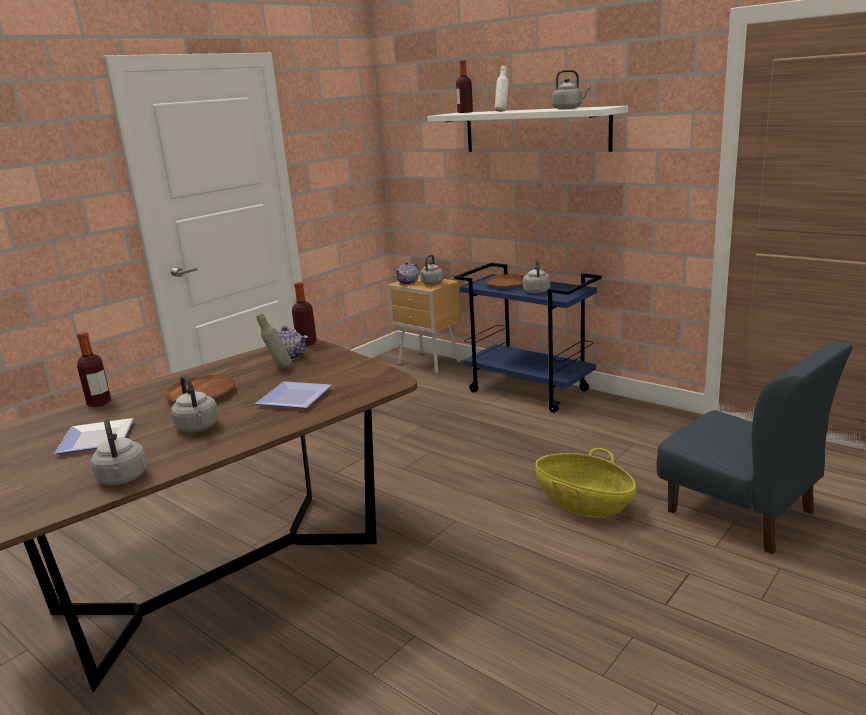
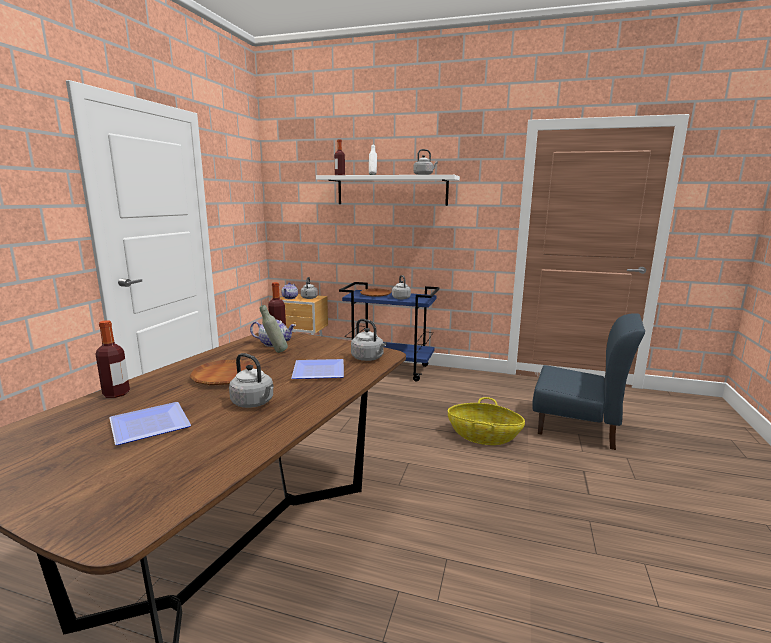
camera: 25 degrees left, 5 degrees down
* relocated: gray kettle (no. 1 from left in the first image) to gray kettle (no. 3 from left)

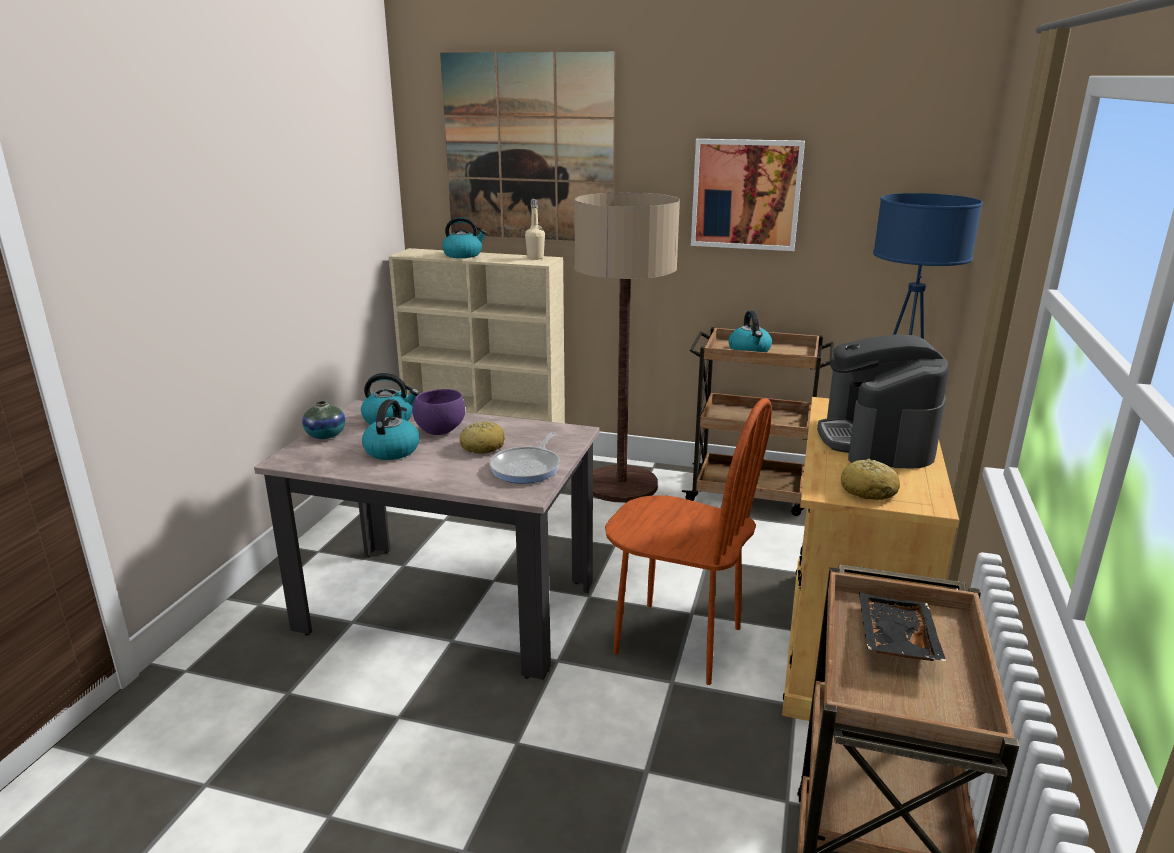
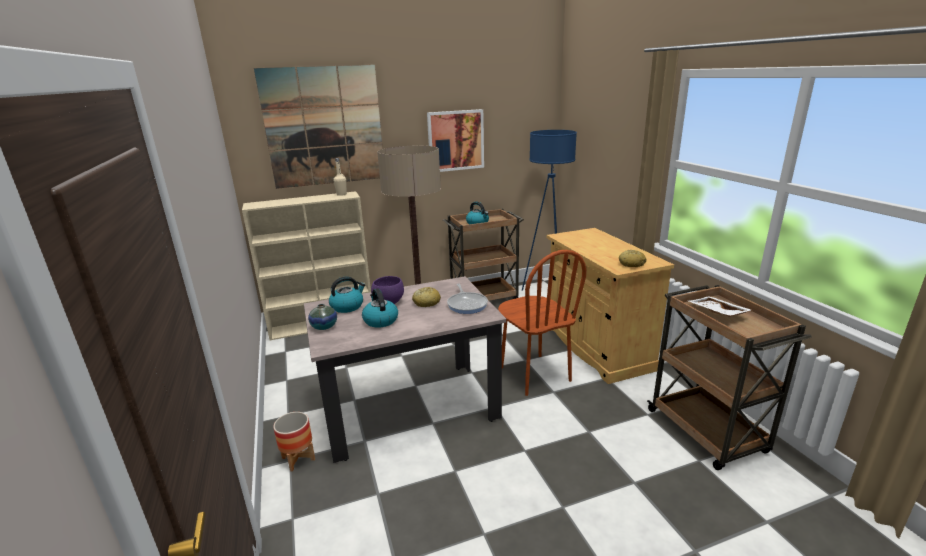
camera: 35 degrees left, 0 degrees up
* missing: kettle (no. 3 from left)
* missing: coffee machine
* appeared: flower pot
* colour: blackish tray to whitish tray
* spun: brown-coloured plain chair 75 degrees clockwise

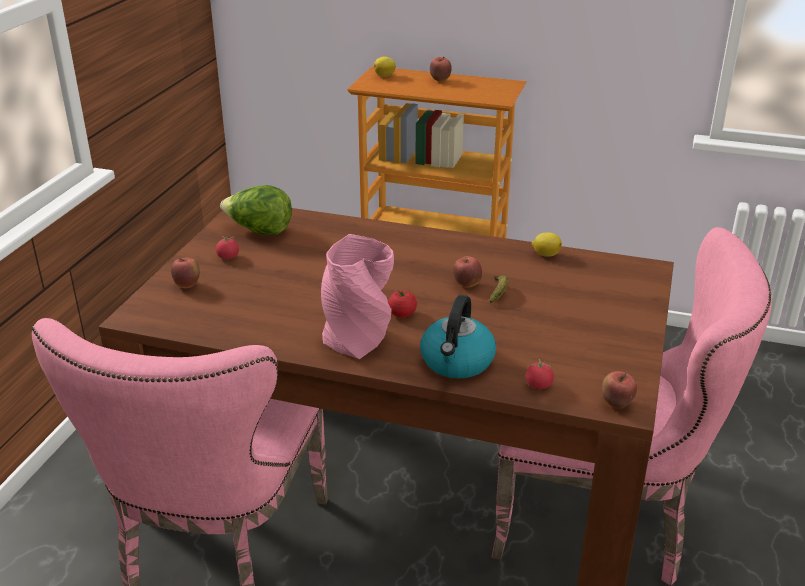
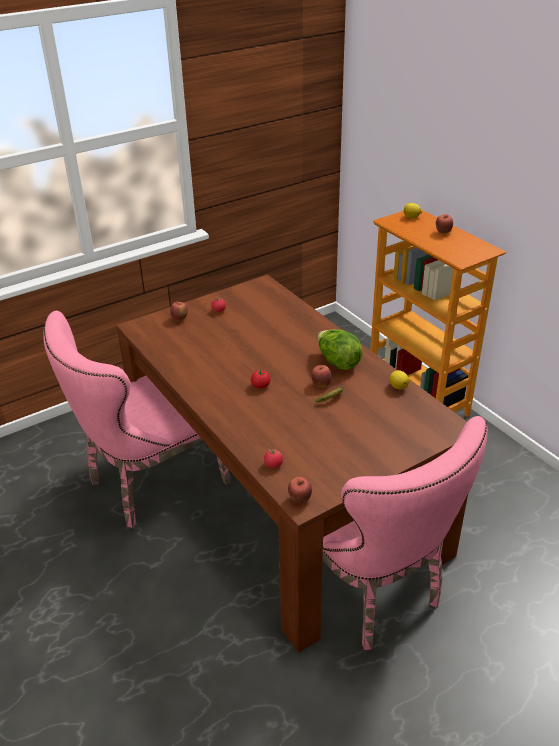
camera: 40 degrees right, 5 degrees up
* missing: pink vase
* missing: kettle
* relocated: lettuce

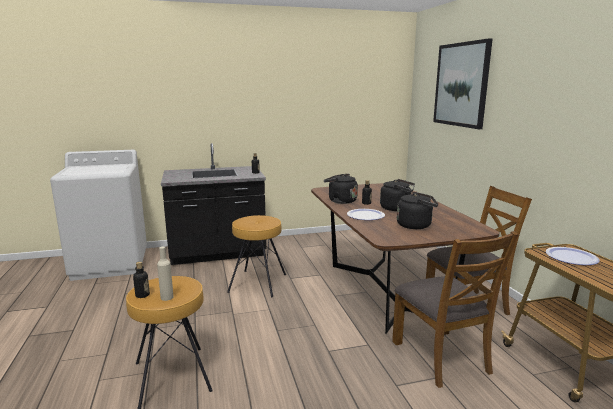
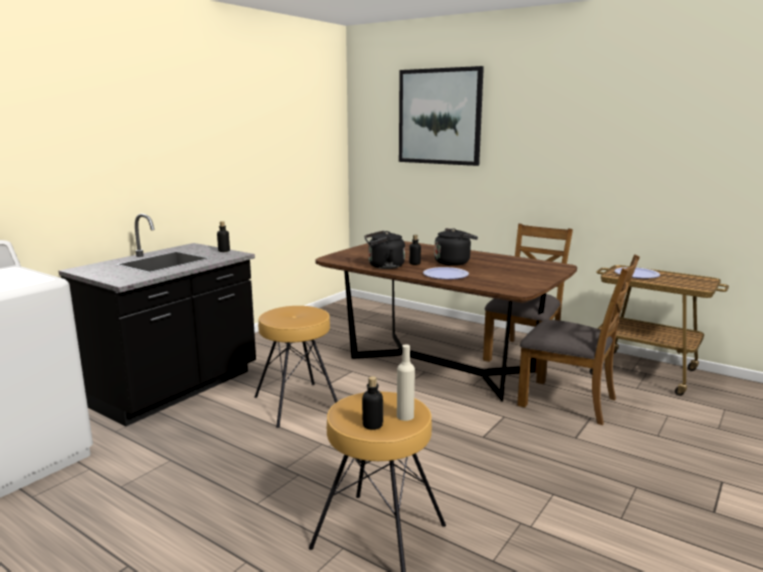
camera: 40 degrees left, 0 degrees up
* missing: blackish kettle (no. 3 from left)

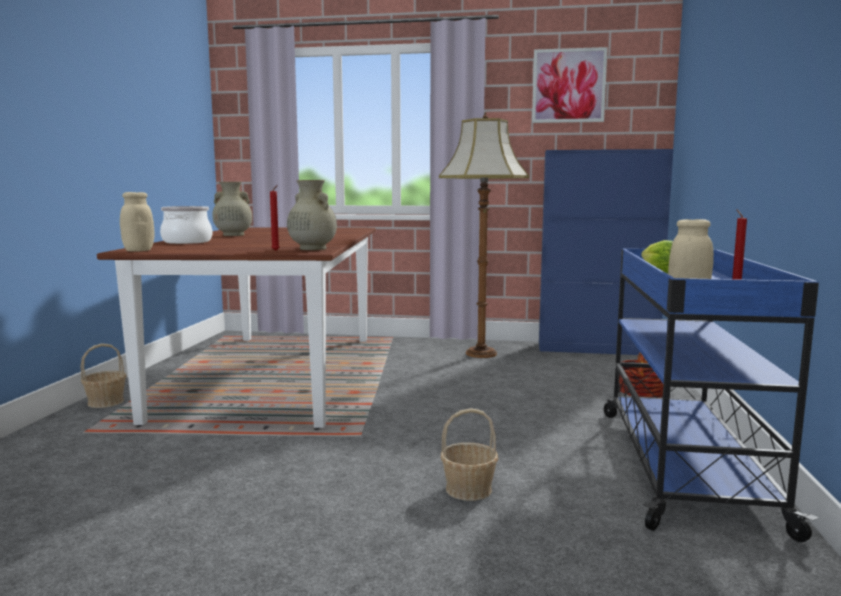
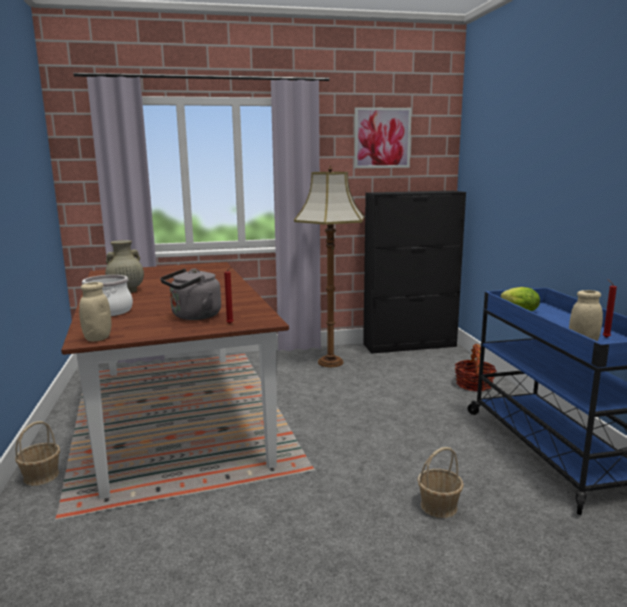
camera: 20 degrees left, 5 degrees up
* missing: beige-coloured vase (no. 2 from left)
* appeared: gray kettle
* colour: bluish storage cabinet to blackish storage cabinet

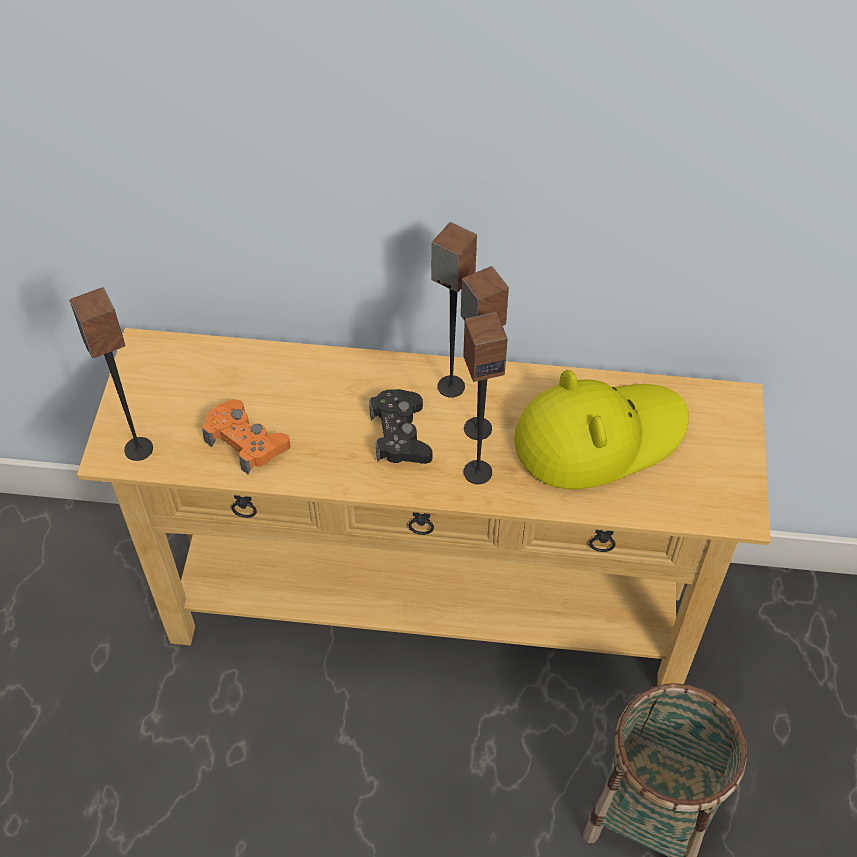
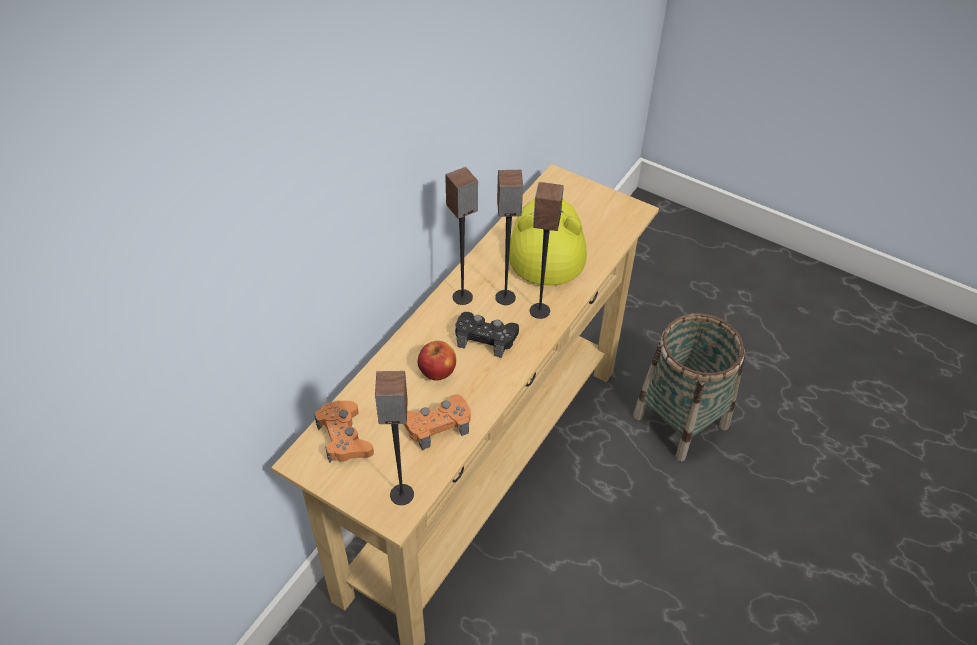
camera: 65 degrees left, 5 degrees down
* appeared: orange-coloured joypad (no. 1 from left)
* appeared: apple fruit

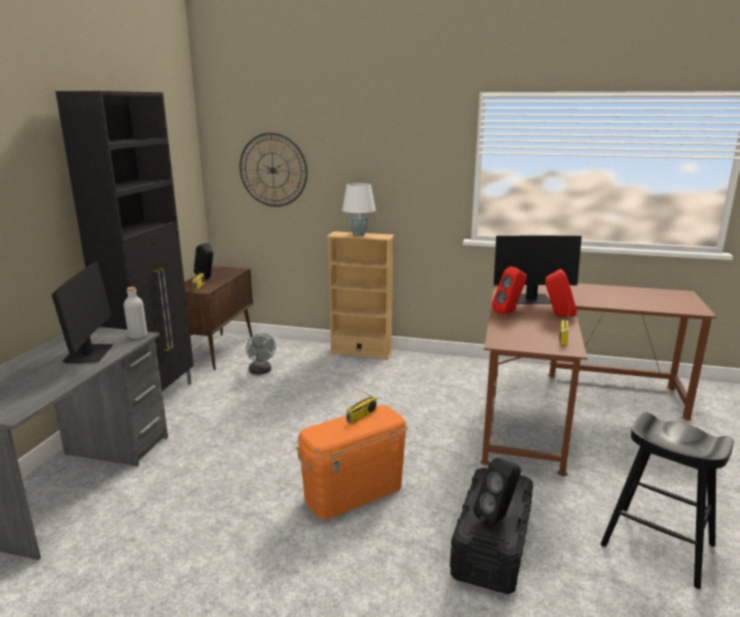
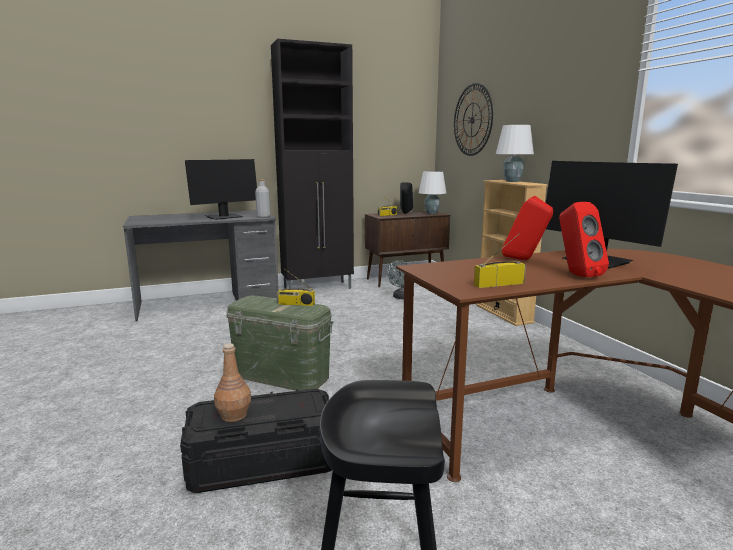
camera: 55 degrees right, 5 degrees down
* appeared: whitish lamp for a table (no. 1 from left)
* exchanged: blackish audio speaker (no. 2 from left) to brown-coloured drink bottle
* colour: orange-coloured storage container to green storage container

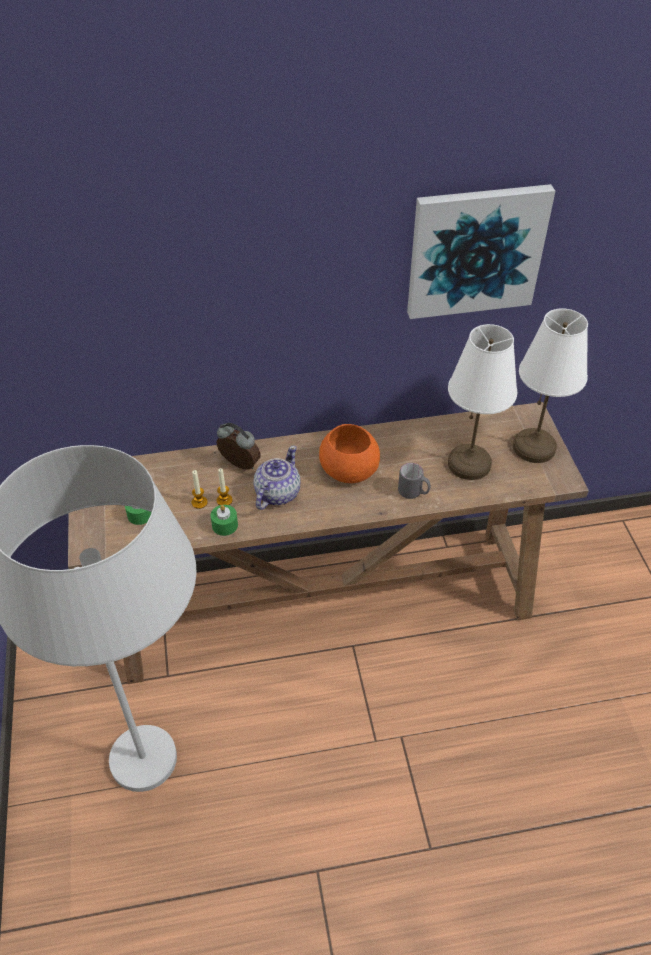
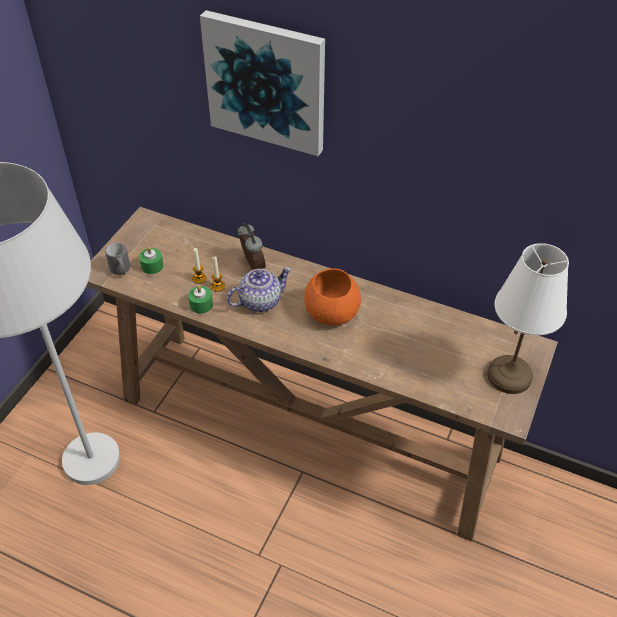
camera: 35 degrees right, 0 degrees up
* missing: whitish lamp for a table (no. 1 from left)
* relocated: gray tea mug
* relocated: wall picture

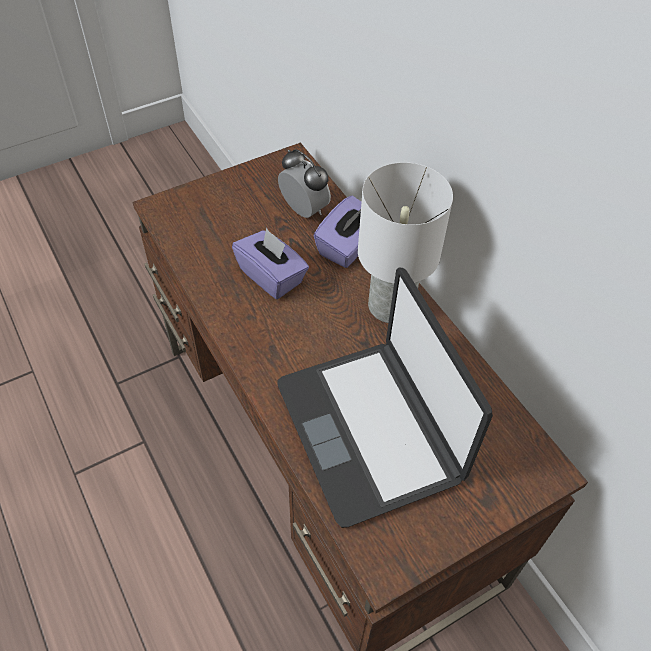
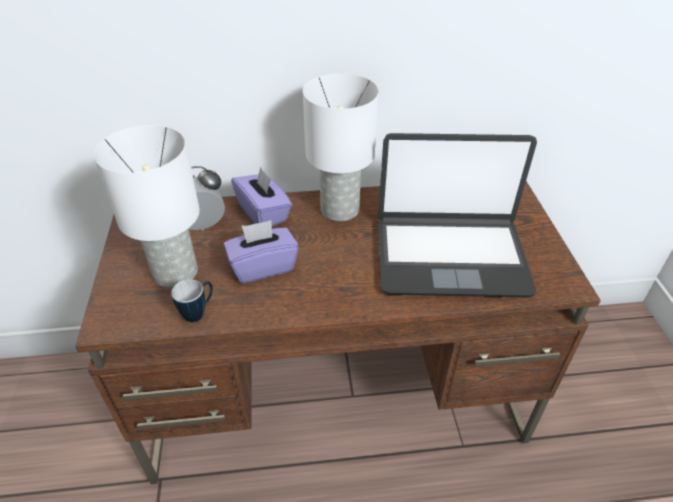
camera: 65 degrees left, 10 degrees down
* appeared: whitish lamp for a table (no. 1 from left)
* appeared: tea mug

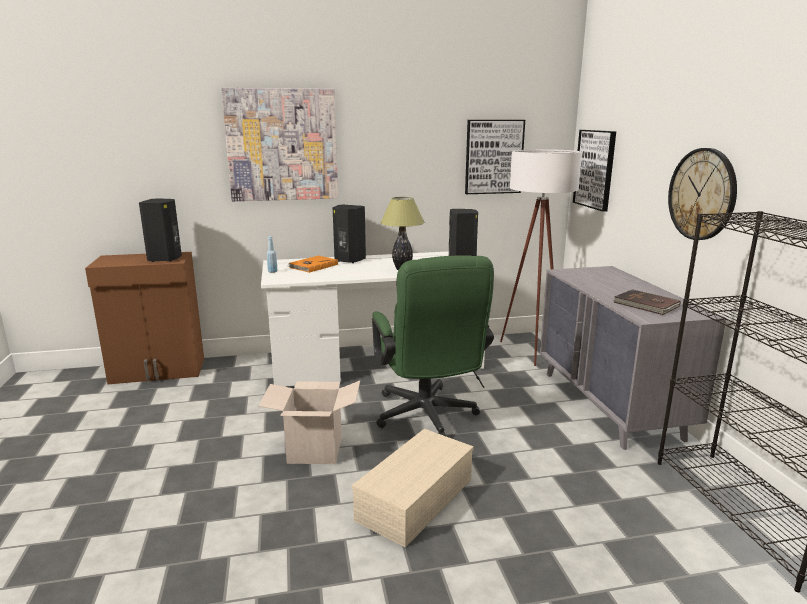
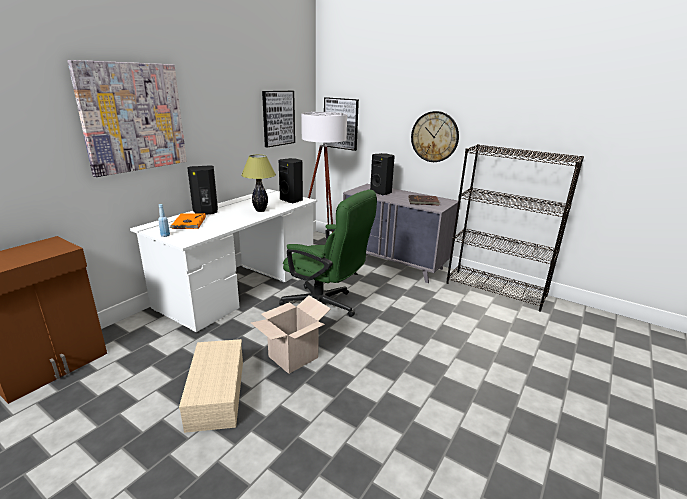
camera: 45 degrees left, 5 degrees up
* relocated: blackish audio speaker (no. 1 from left in the first image) to blackish audio speaker (no. 3 from left)
* relocated: beige-coloured storage container

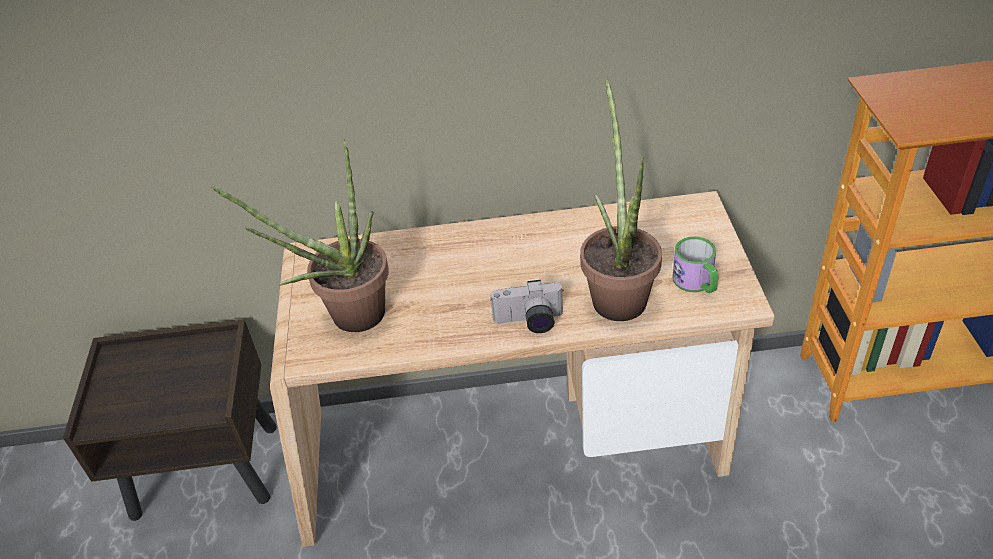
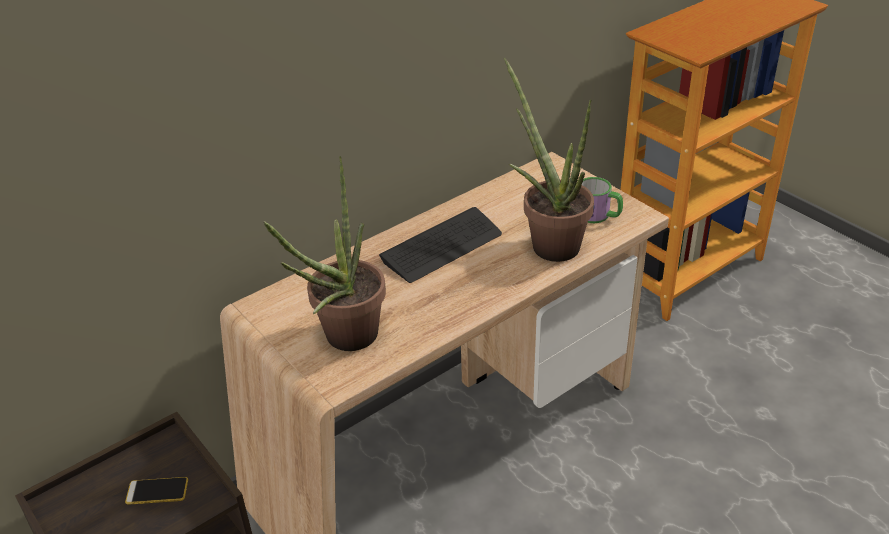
camera: 35 degrees left, 5 degrees down
* missing: still camera
* appeared: phone
* appeared: keyboard

